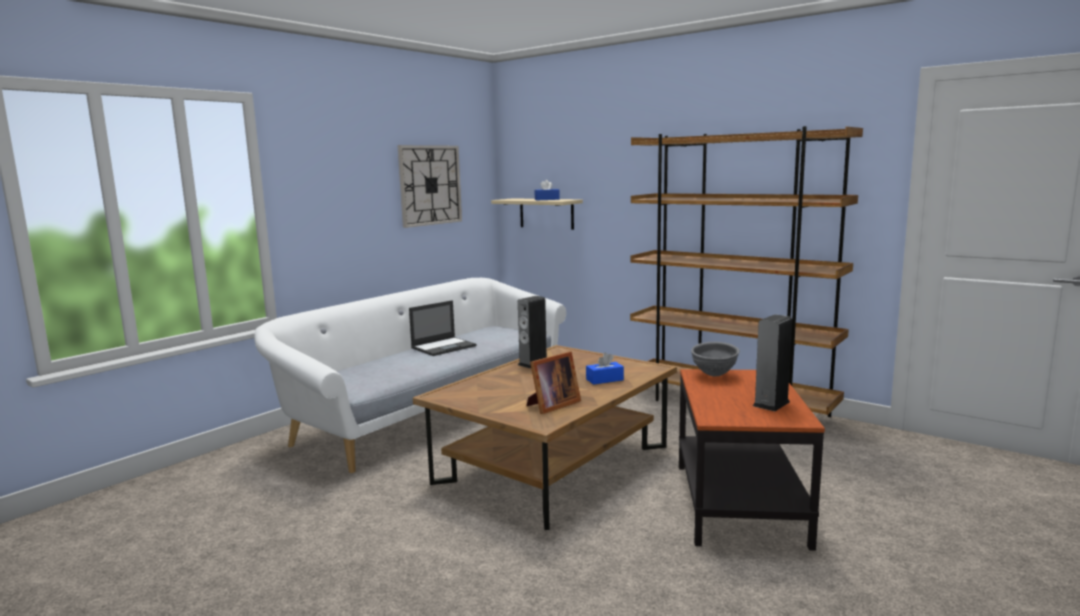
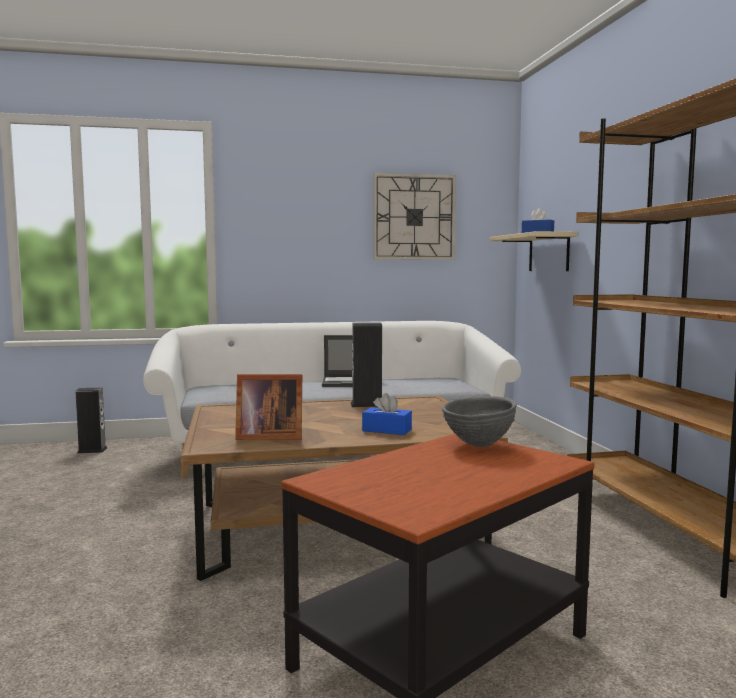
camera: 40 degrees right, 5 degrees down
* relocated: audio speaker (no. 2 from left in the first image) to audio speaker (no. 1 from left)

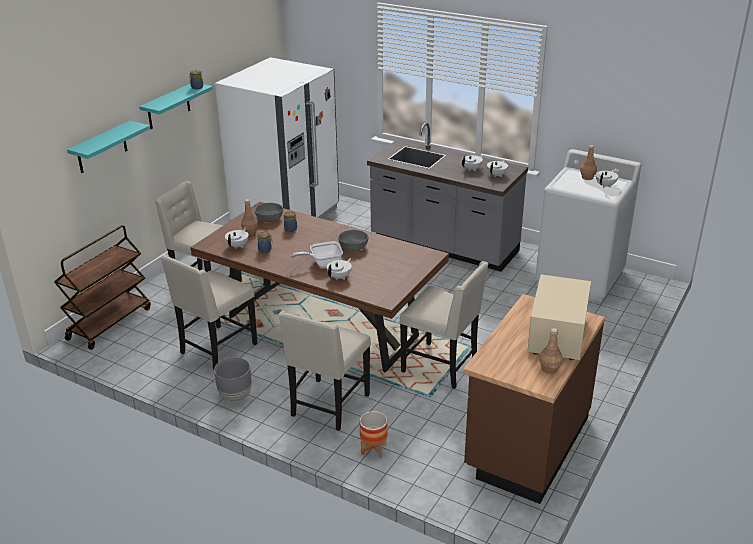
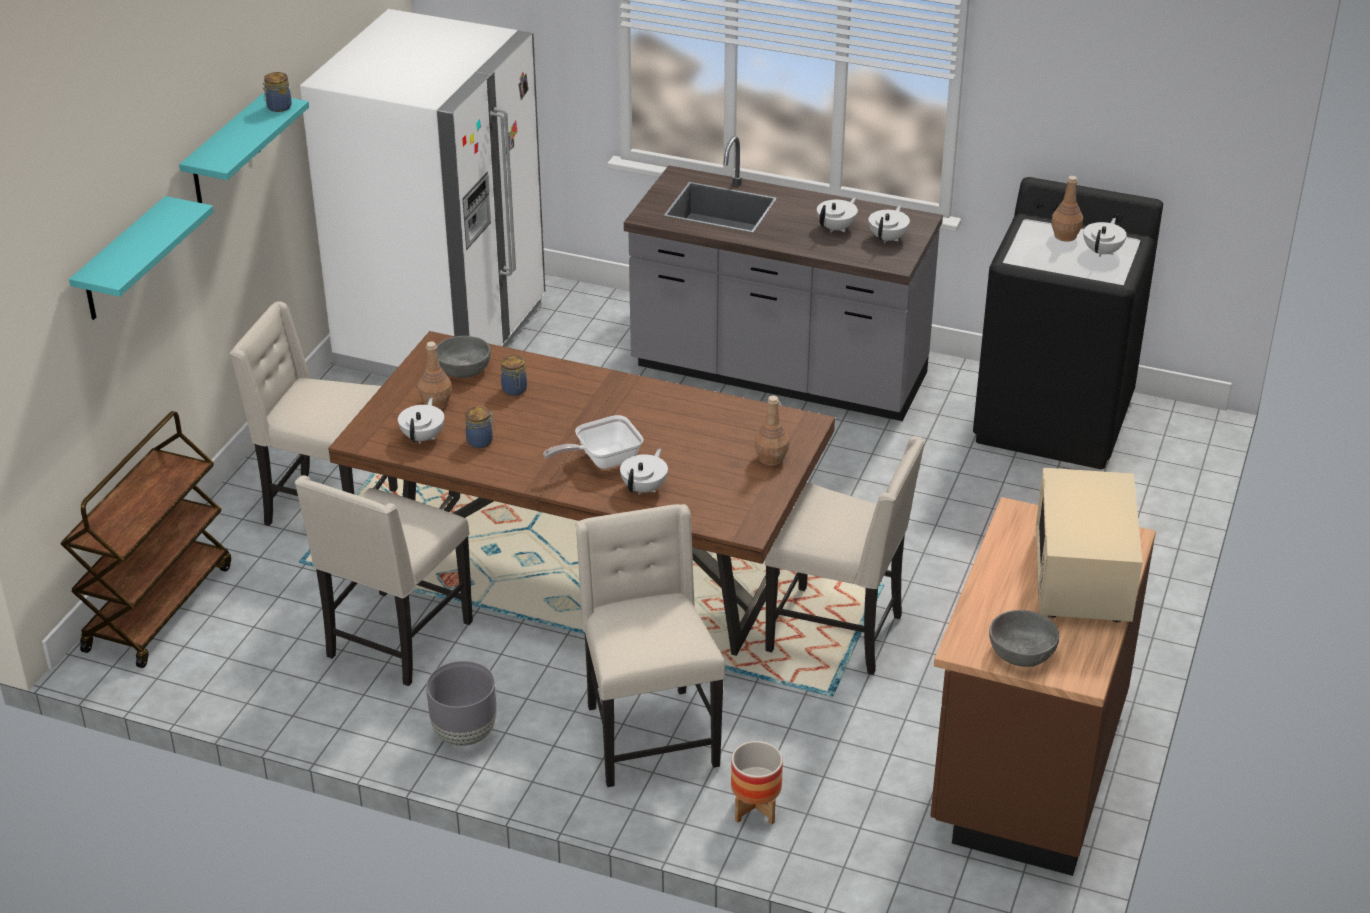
camera: 10 degrees left, 5 degrees up
* relocated: gray bowl (no. 2 from left)
* relocated: brown-coloured drink bottle (no. 2 from left)
* colour: whitish washing machine to blackish washing machine
* spun: beige-coloured plain chair (no. 3 from left) 150 degrees clockwise

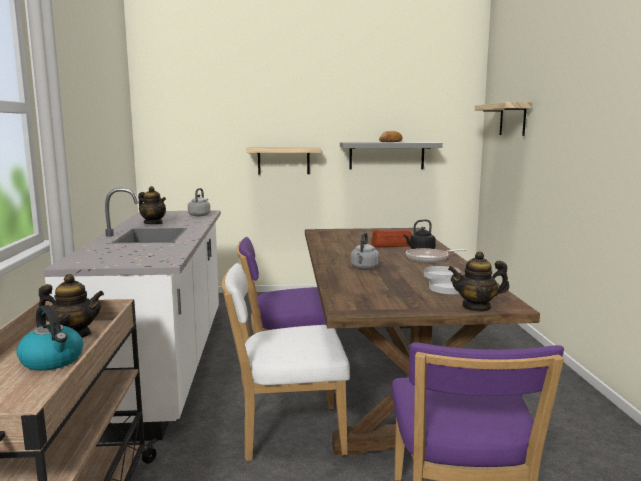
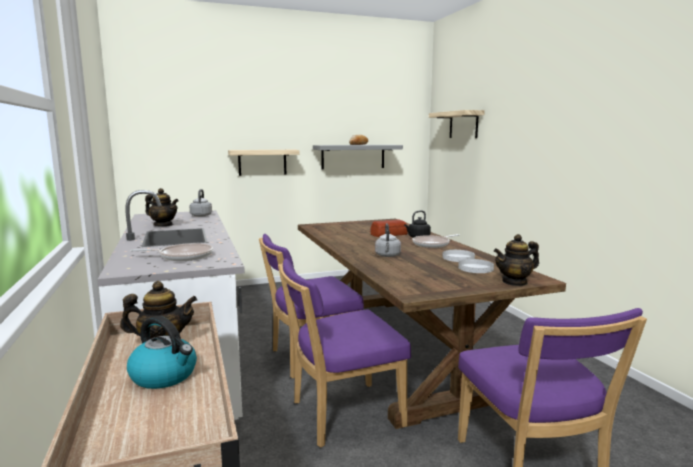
camera: 15 degrees left, 0 degrees up
* appeared: pan (no. 1 from left)
* colour: whitish plain chair to purple-coloured plain chair (no. 2 from left)

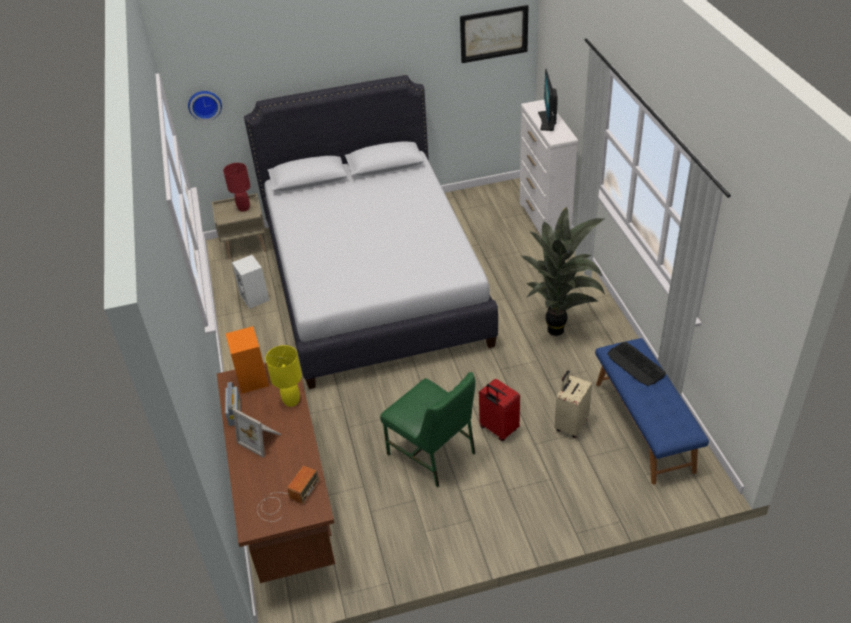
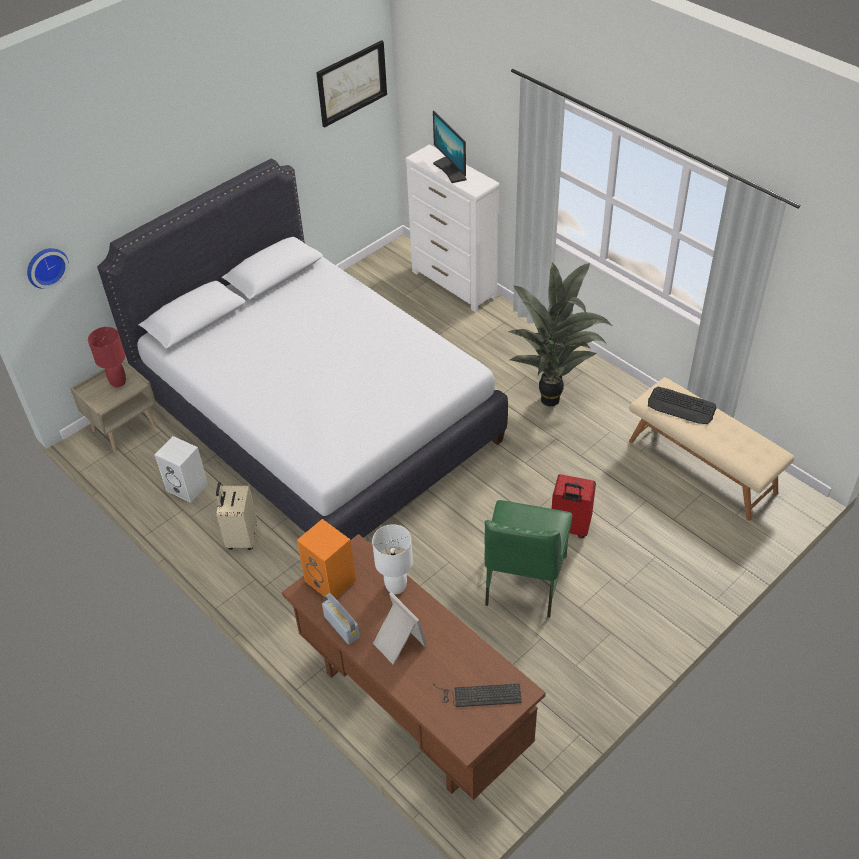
camera: 30 degrees left, 5 degrees up
* relocated: beige-coloured suitcase
* exchanged: radio set (no. 2 from left) to keyboard (no. 1 from left)
* colour: yellow-coloured lamp for a table to whitish lamp for a table
* colour: bluish bench to beige-coloured bench
* spun: standing frame 135 degrees counterclockwise
* spun: green plain chair 90 degrees clockwise

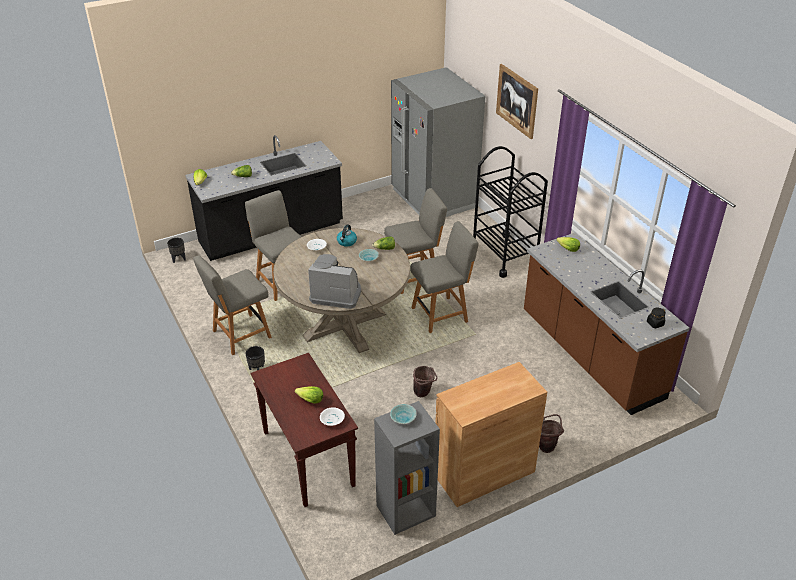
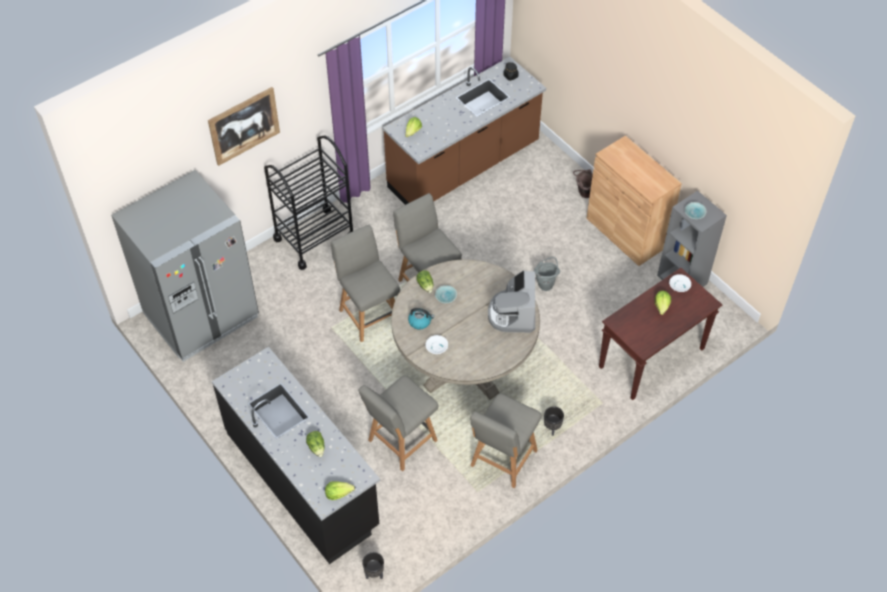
camera: 100 degrees left, 15 degrees up
* colour: brown-coloured water bucket (no. 1 from left) to gray water bucket
* spun: gray plain chair (no. 1 from left in the first image) 75 degrees clockwise

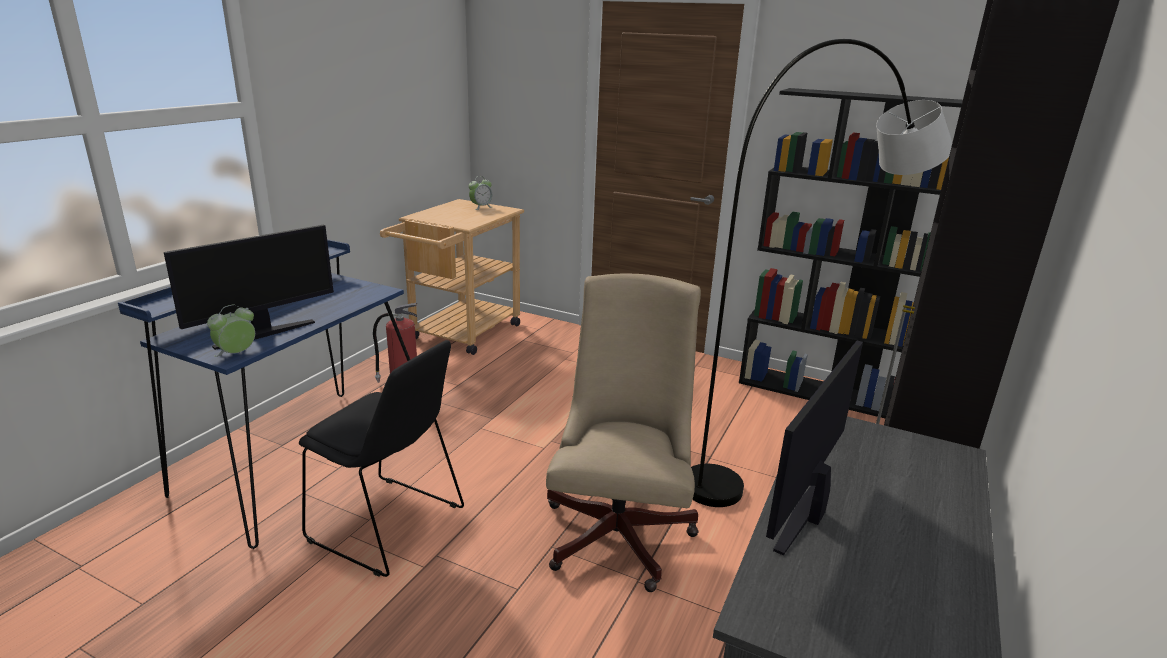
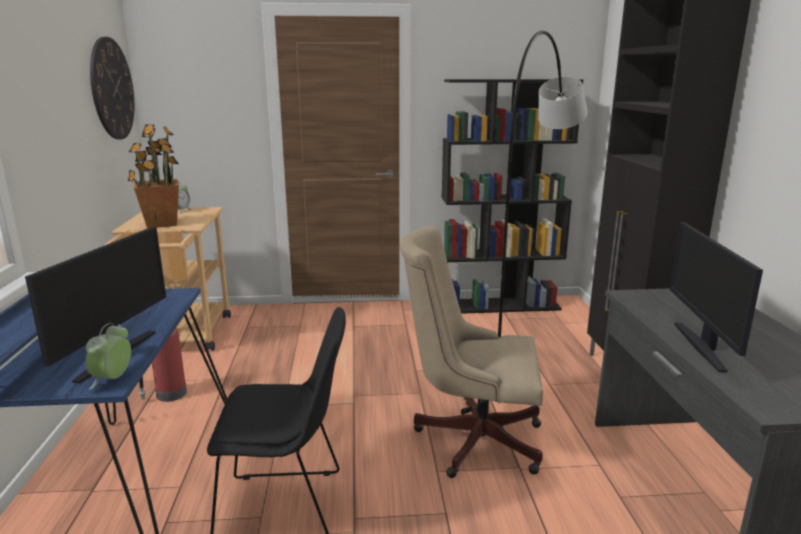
camera: 30 degrees left, 5 degrees down
* appeared: hanging clock
* appeared: houseplant
* spun: beige-coloured desk chair 60 degrees counterclockwise

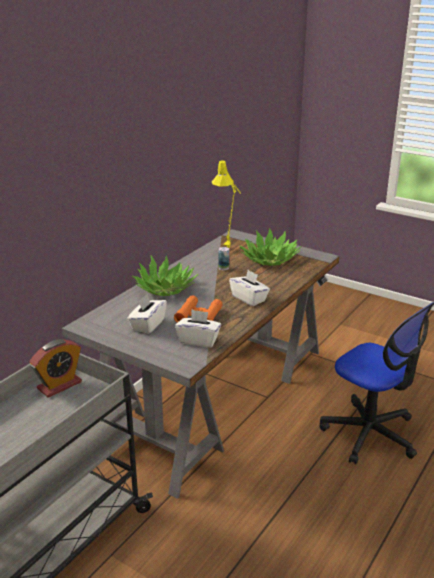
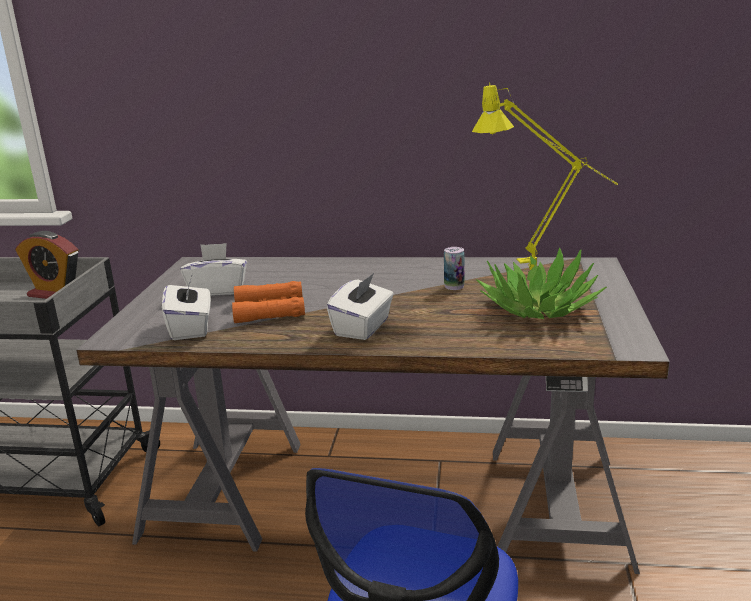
camera: 65 degrees right, 5 degrees down
* missing: houseplant (no. 1 from left)

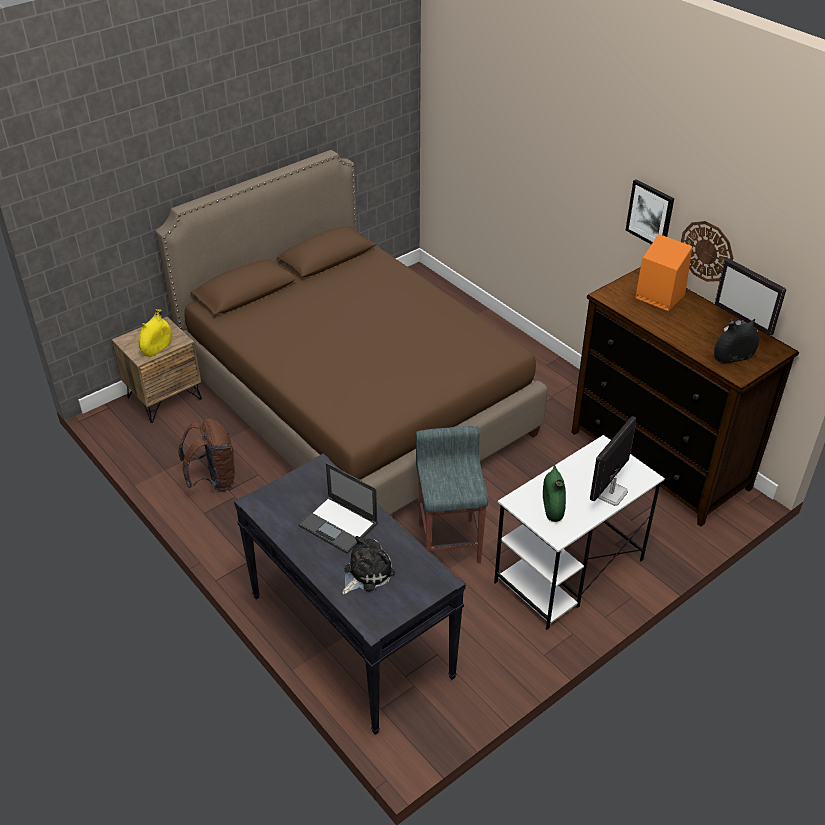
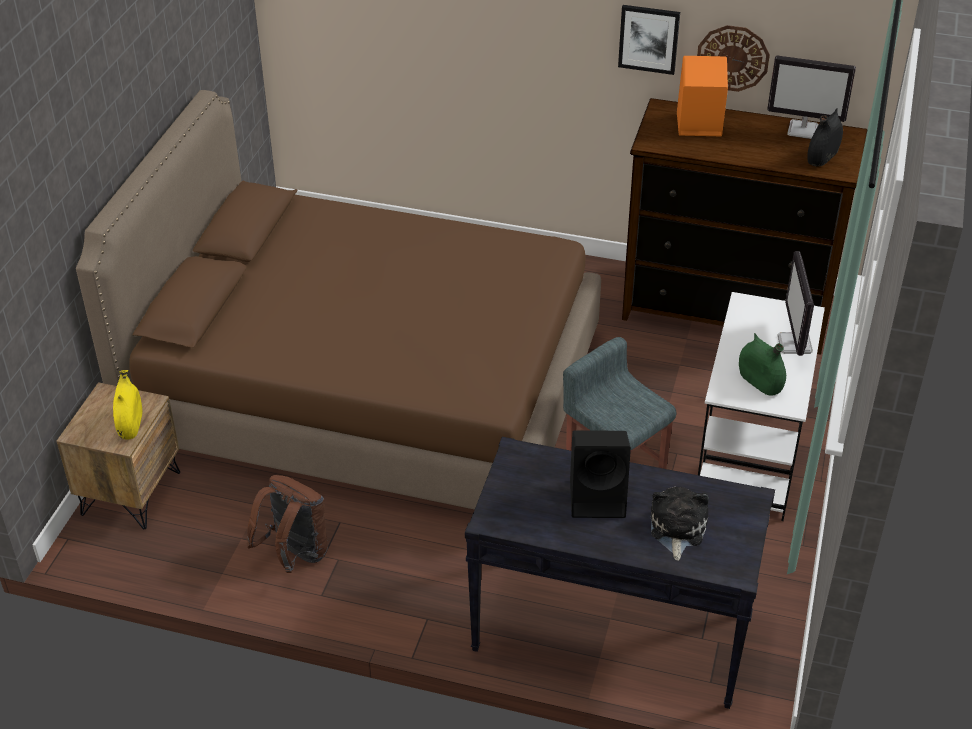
camera: 35 degrees left, 0 degrees up
* exchanged: notebook computer to blackish audio speaker

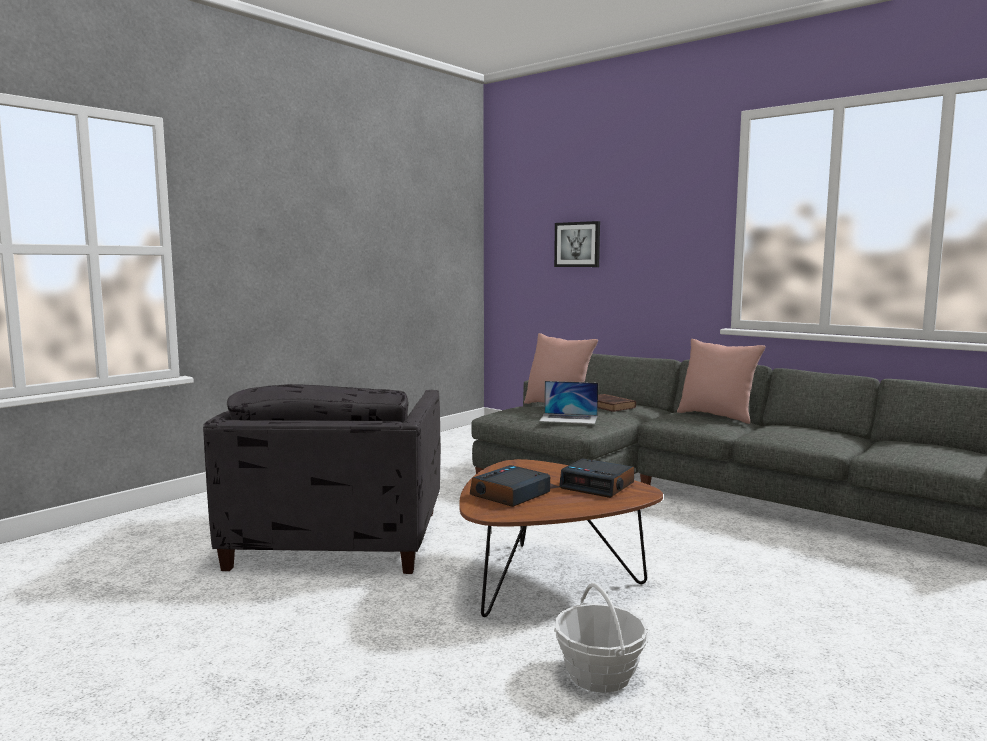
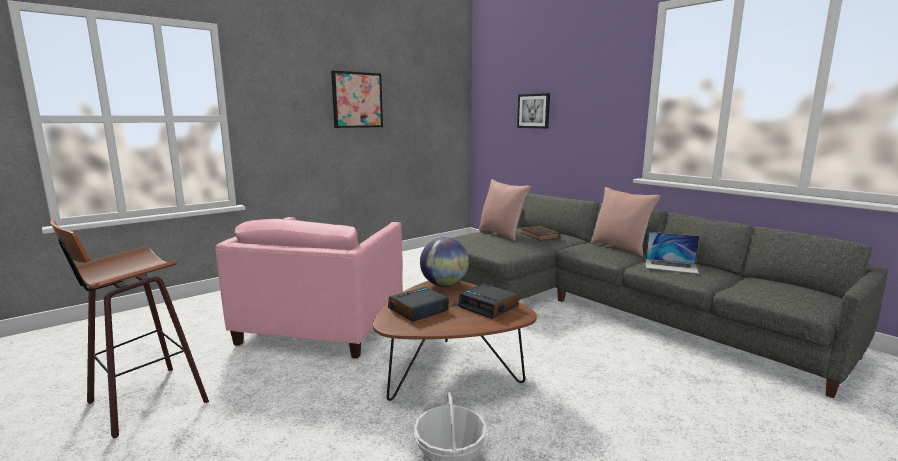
camera: 10 degrees right, 5 degrees up
* appeared: stool
* appeared: wall picture (no. 1 from left)
* appeared: desk globe
* relocated: notebook computer
* colour: gray armchair to pink armchair

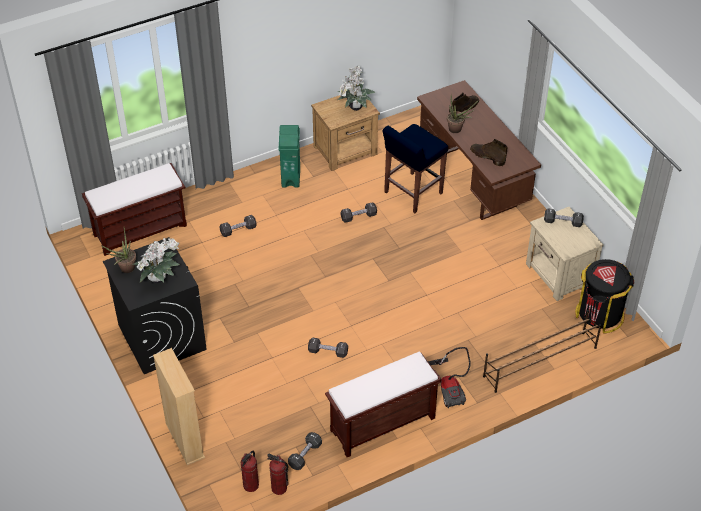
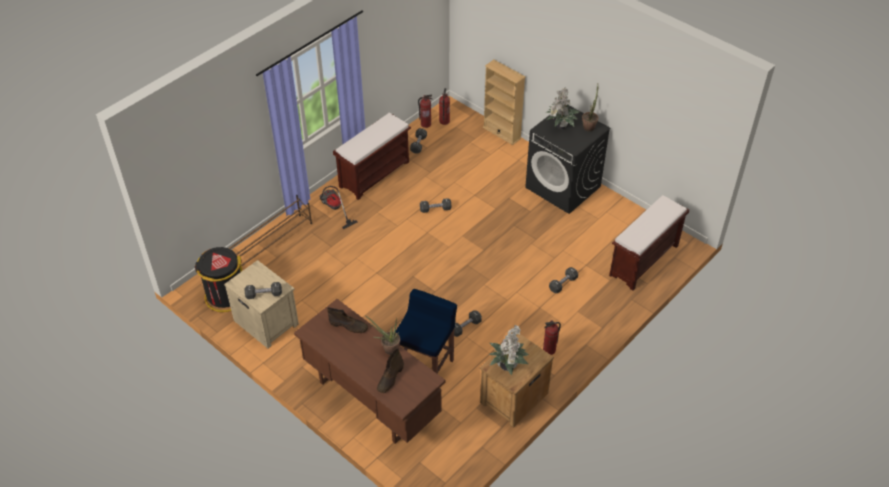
camera: 160 degrees right, 0 degrees up
* exchanged: green trash can to extinguisher (no. 3 from left)

